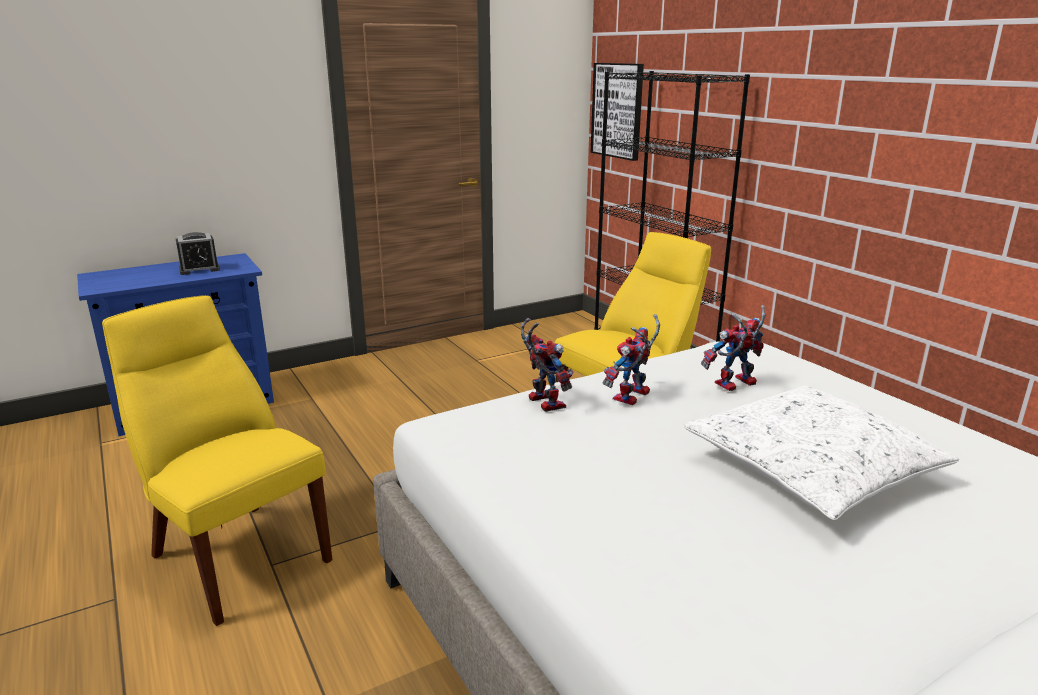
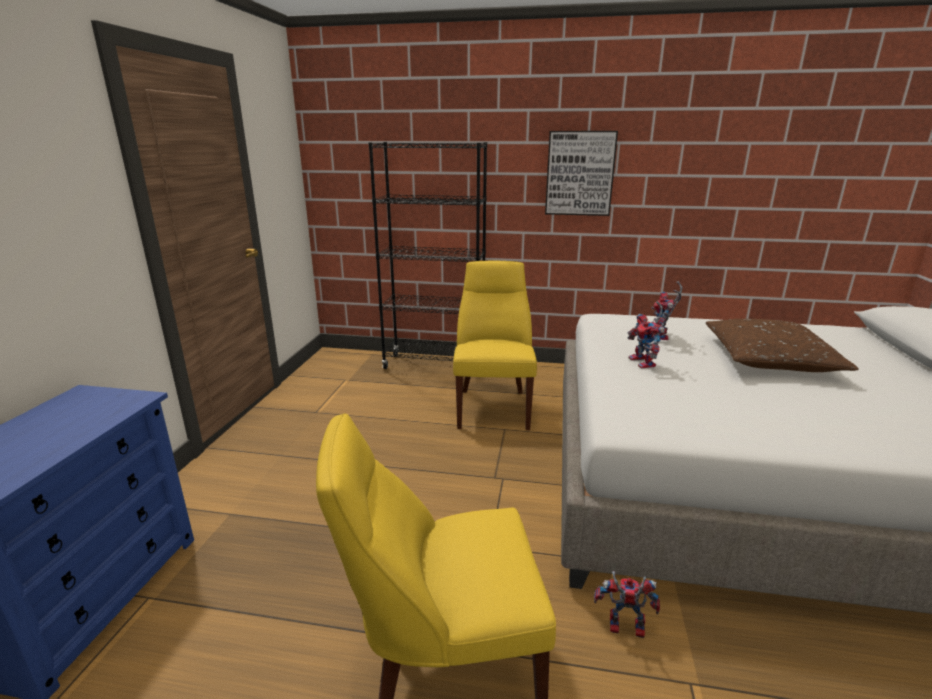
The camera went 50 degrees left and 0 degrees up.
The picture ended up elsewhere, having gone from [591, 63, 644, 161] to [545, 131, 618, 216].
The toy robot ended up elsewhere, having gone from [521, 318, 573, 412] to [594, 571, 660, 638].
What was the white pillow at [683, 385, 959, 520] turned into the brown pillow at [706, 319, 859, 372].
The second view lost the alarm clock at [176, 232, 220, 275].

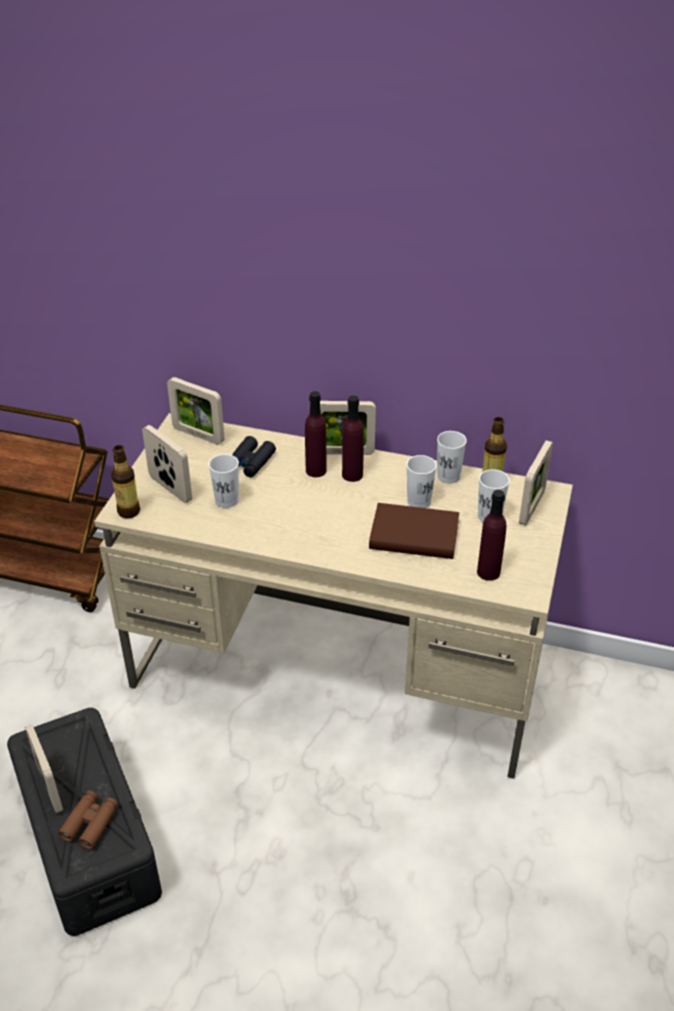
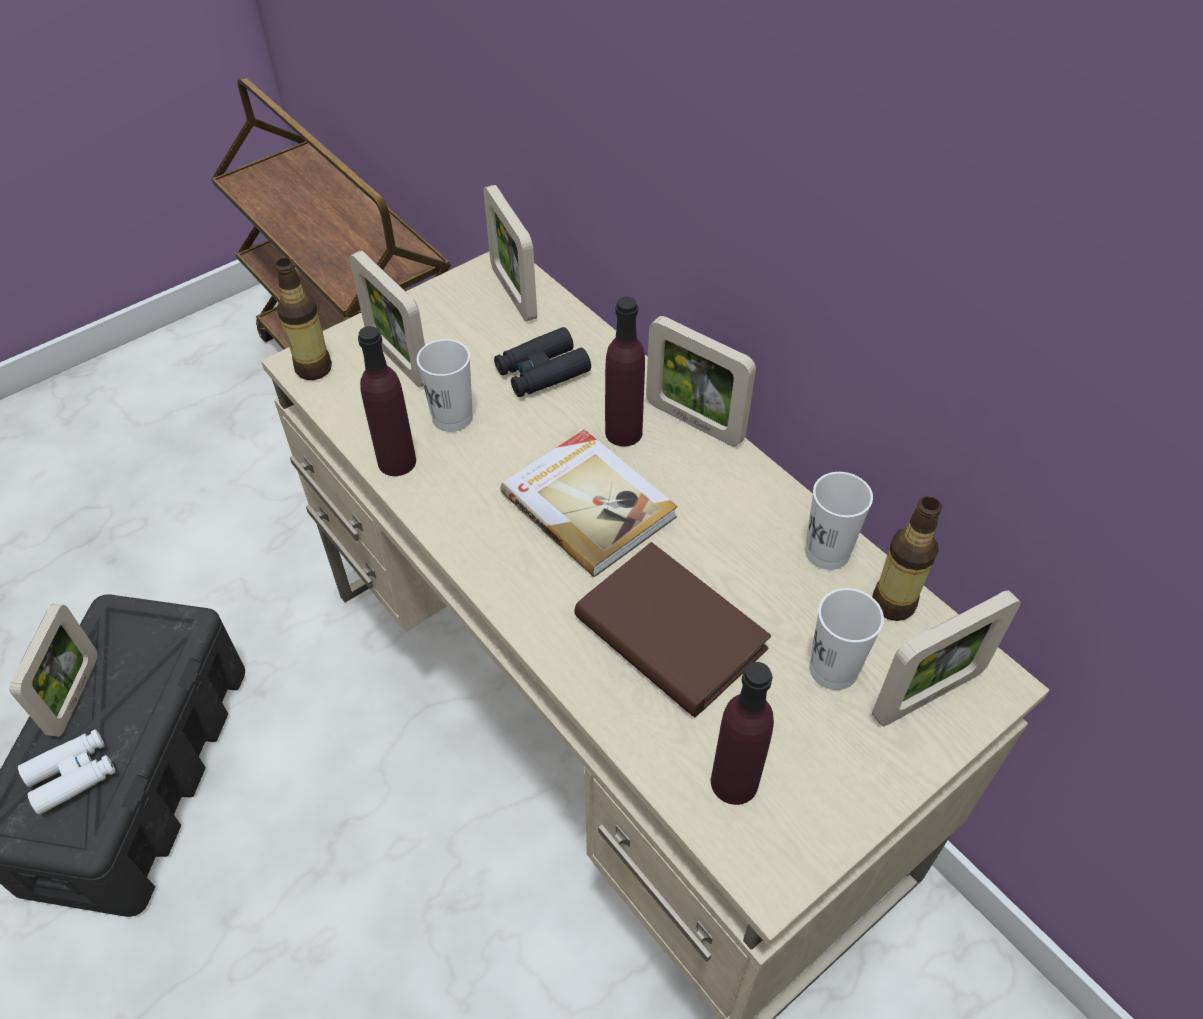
The camera went 35 degrees right and 10 degrees up.
What was the brown binoculars at [58, 790, 118, 849] turned into the white binoculars at [18, 729, 115, 815].
The picture frame at [142, 425, 192, 503] ended up facing another way, 150 degrees clockwise from before.
The purple bottle ended up elsewhere, having gone from [342, 395, 364, 482] to [358, 326, 416, 476].
The second view gained the book at [500, 429, 678, 577].
The second view lost the white cup at [407, 455, 437, 508].

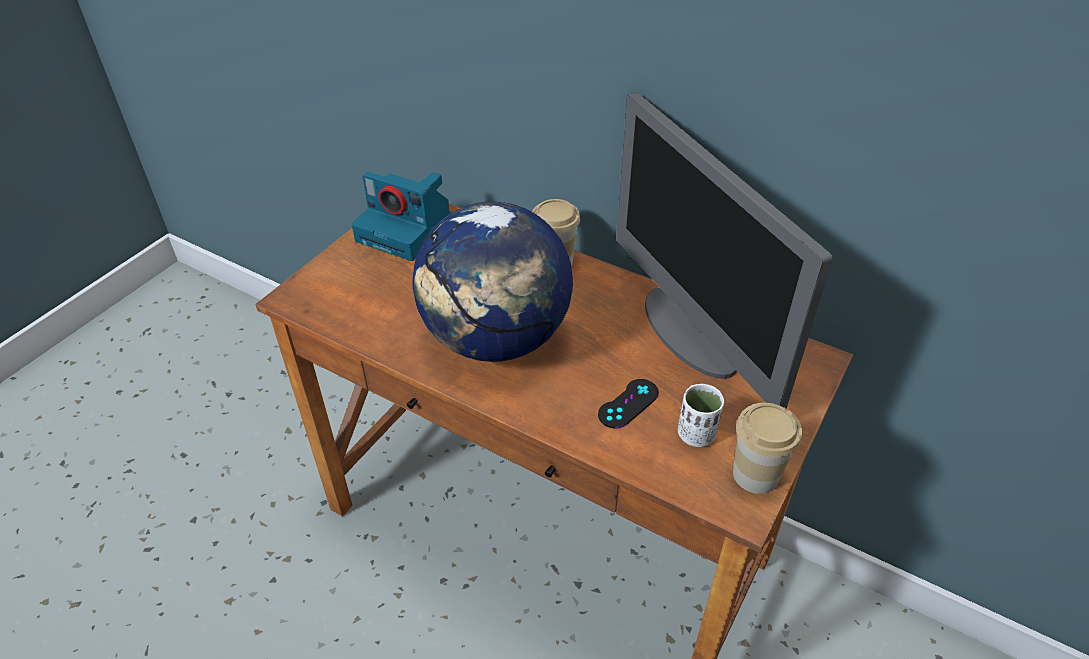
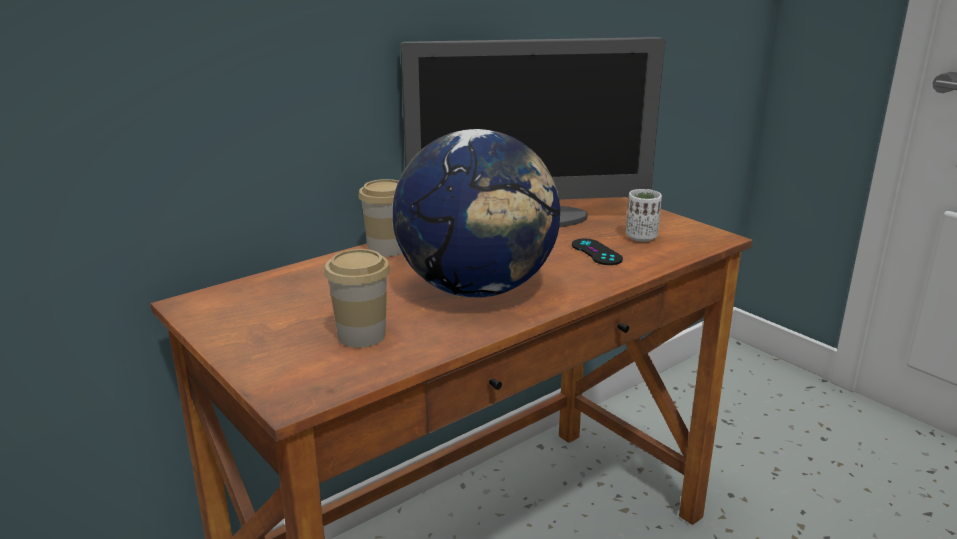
The camera went 70 degrees left and 20 degrees down.
The cup ended up elsewhere, having gone from [733, 403, 802, 494] to [324, 249, 390, 348].
The second view lost the photo camera at [352, 172, 452, 261].

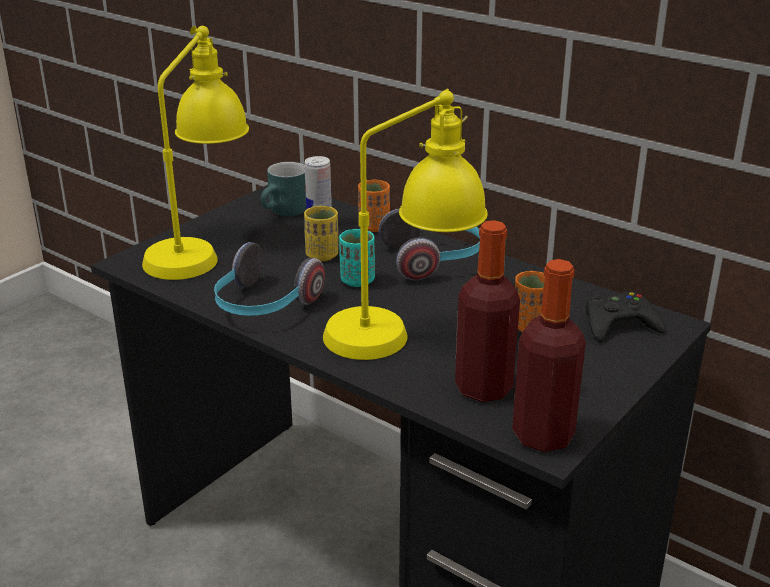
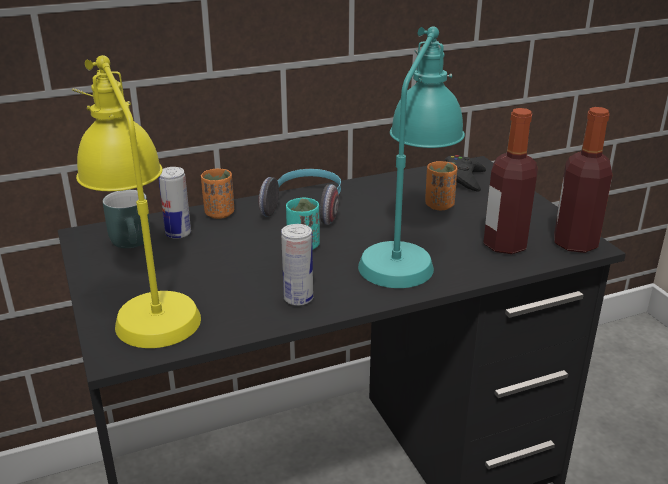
The camera went 60 degrees left and 0 degrees up.
Where the headphones stood at [214, 242, 325, 316], the can came to stand at [281, 224, 313, 306].
What was the yellow table lamp at [323, 88, 488, 360] turned into the turquoise table lamp at [358, 26, 465, 288].
The second view lost the yellow cup at [304, 206, 338, 261].

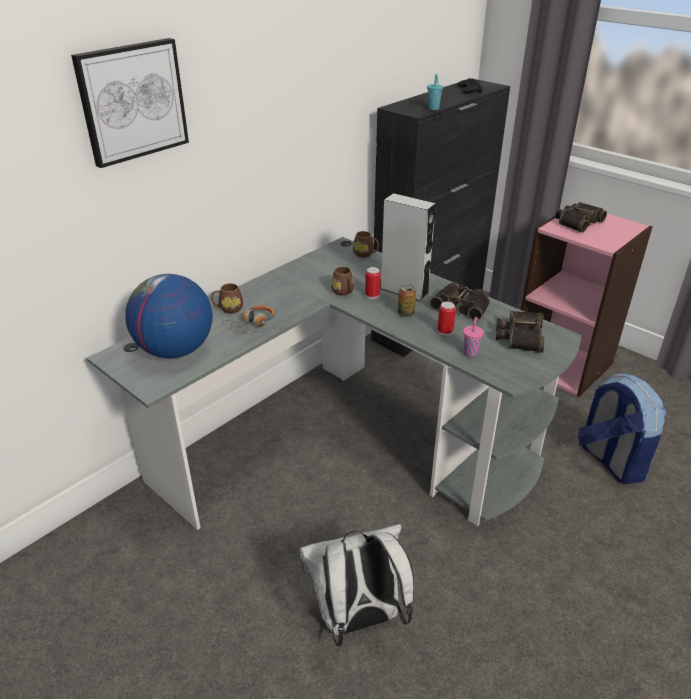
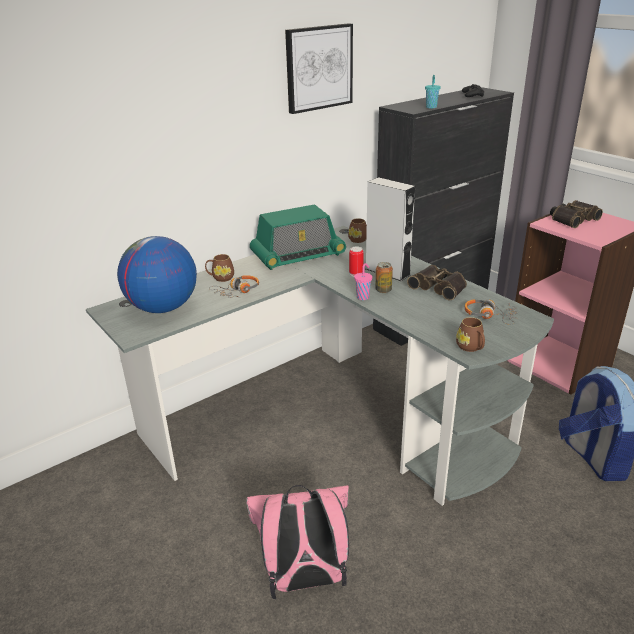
The camera went 10 degrees right and 5 degrees down.
What was the white backpack at [299, 524, 414, 646] turned into the pink backpack at [246, 485, 349, 599].
The second view gained the radio at [250, 204, 346, 270].
The picture ended up elsewhere, having gone from [71, 38, 189, 168] to [285, 23, 353, 114].
The pink cup ended up elsewhere, having gone from [463, 317, 484, 357] to [354, 263, 372, 300].
The brown mug ended up elsewhere, having gone from [331, 267, 354, 296] to [456, 317, 485, 352].
Where the binoculars stood at [496, 311, 545, 353], the headphones came to stand at [465, 299, 518, 324].
The second view lost the can at [437, 301, 456, 336].

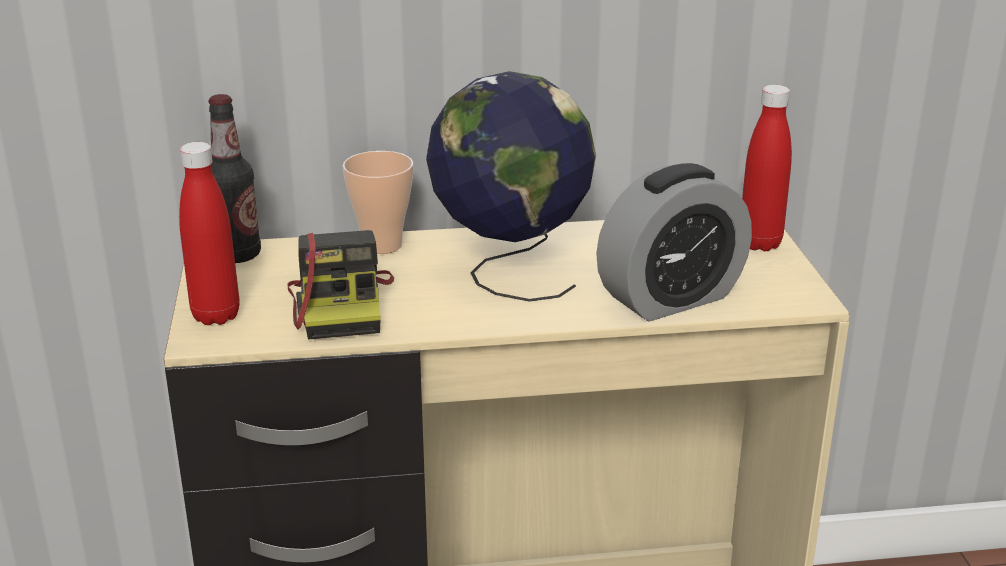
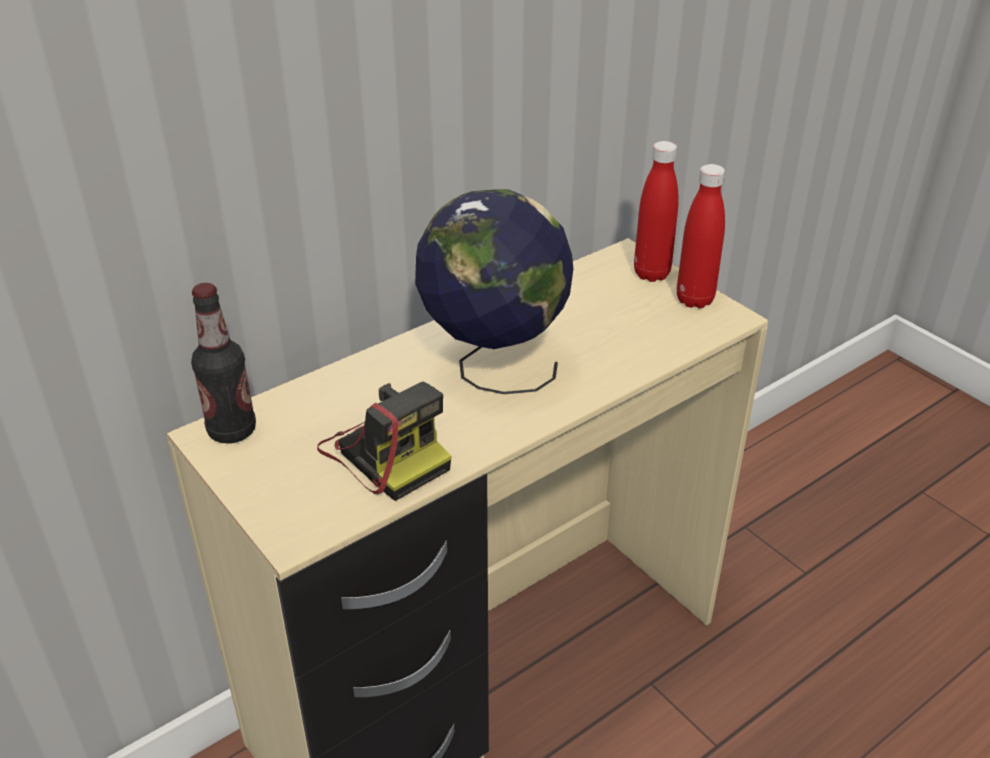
The camera went 30 degrees left and 10 degrees up.
The red bottle ended up elsewhere, having gone from [179, 142, 240, 325] to [677, 164, 725, 308].
The second view lost the cup at [342, 151, 414, 254].
The second view lost the alarm clock at [596, 163, 752, 321].

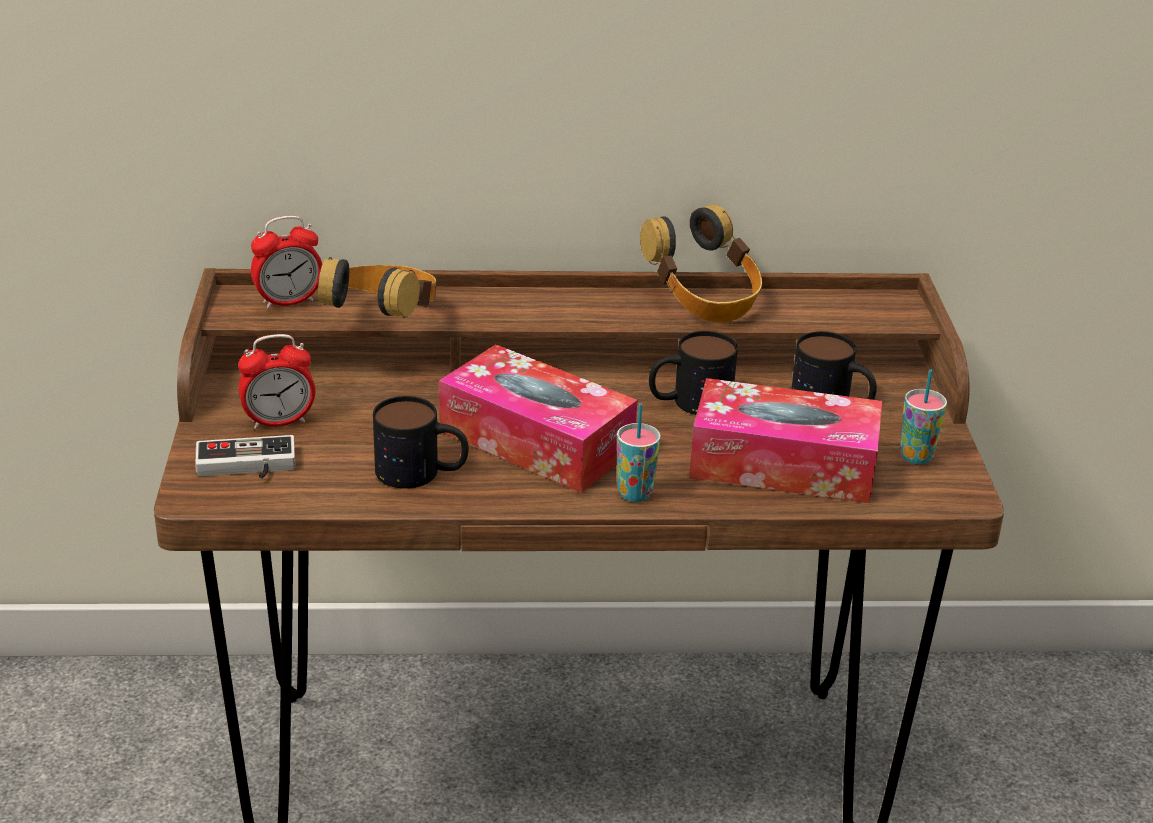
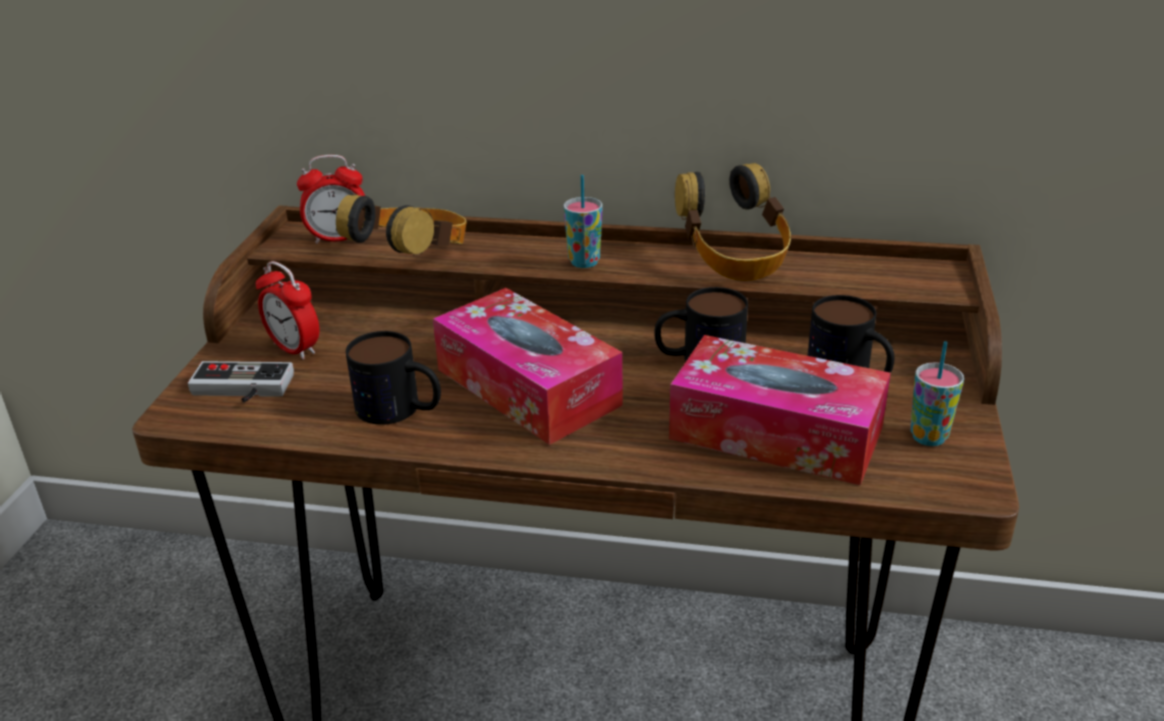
The camera went 15 degrees right and 0 degrees up.
The alarm clock at [238, 334, 315, 429] ended up facing another way, 45 degrees clockwise from before.
The cup ended up elsewhere, having gone from [617, 404, 661, 502] to [563, 175, 603, 268].

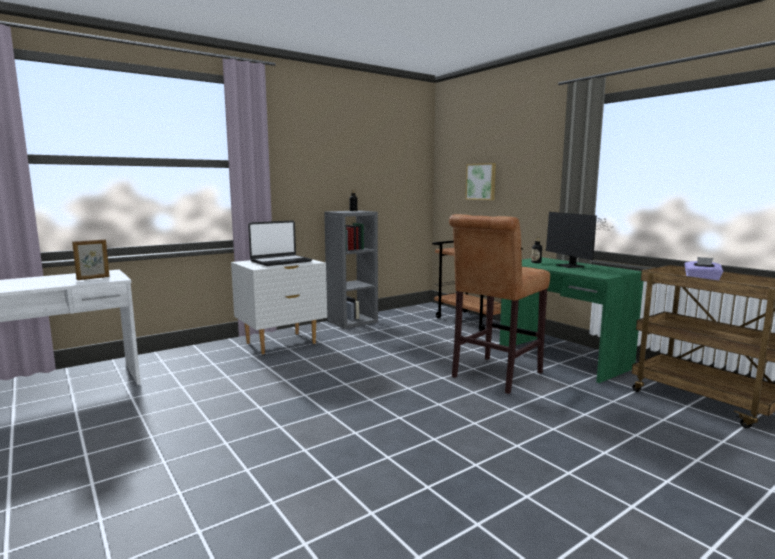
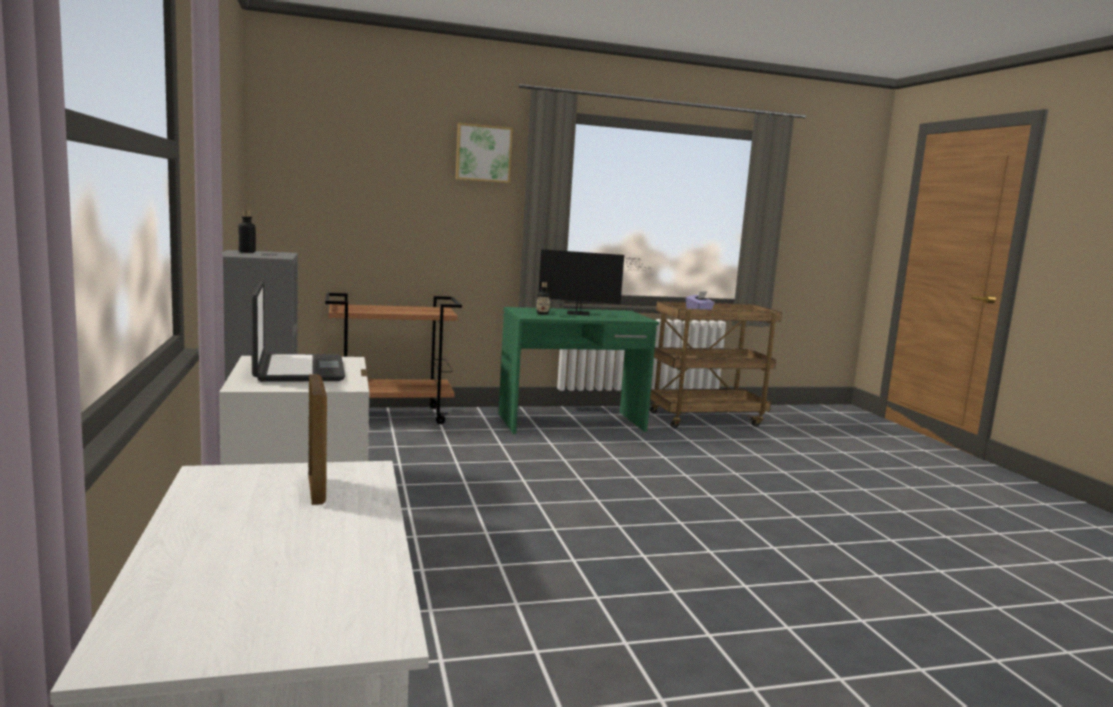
The camera went 70 degrees left and 0 degrees up.
The picture ended up elsewhere, having gone from [465, 163, 496, 200] to [456, 123, 513, 183].
The second view lost the brown stool at [449, 214, 550, 394].

